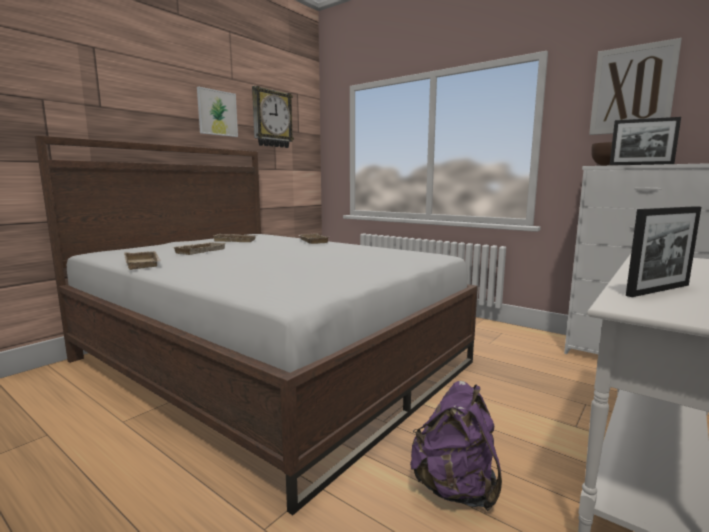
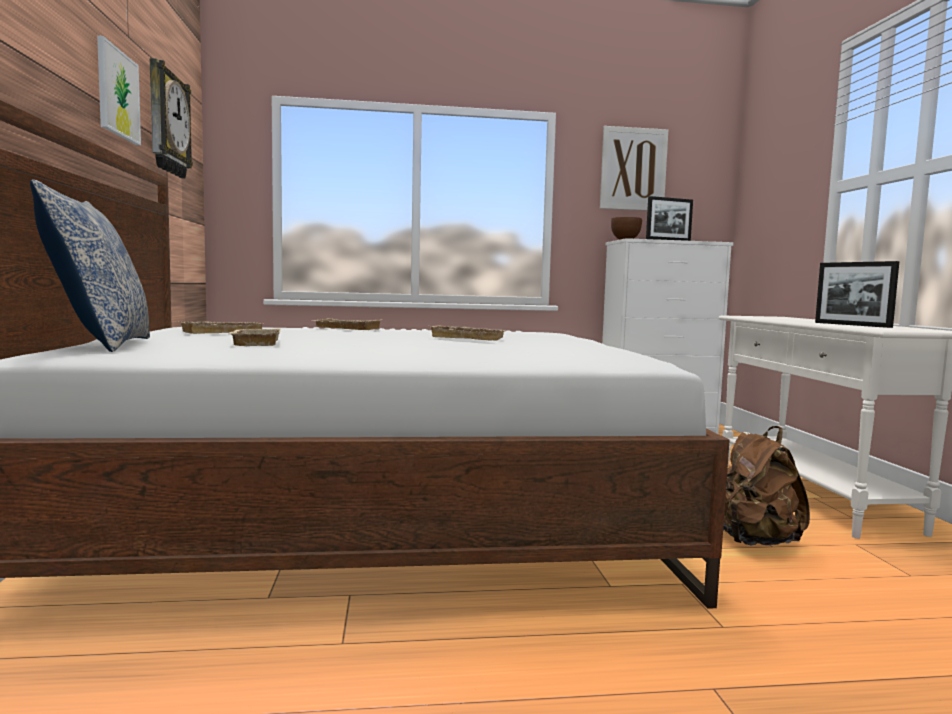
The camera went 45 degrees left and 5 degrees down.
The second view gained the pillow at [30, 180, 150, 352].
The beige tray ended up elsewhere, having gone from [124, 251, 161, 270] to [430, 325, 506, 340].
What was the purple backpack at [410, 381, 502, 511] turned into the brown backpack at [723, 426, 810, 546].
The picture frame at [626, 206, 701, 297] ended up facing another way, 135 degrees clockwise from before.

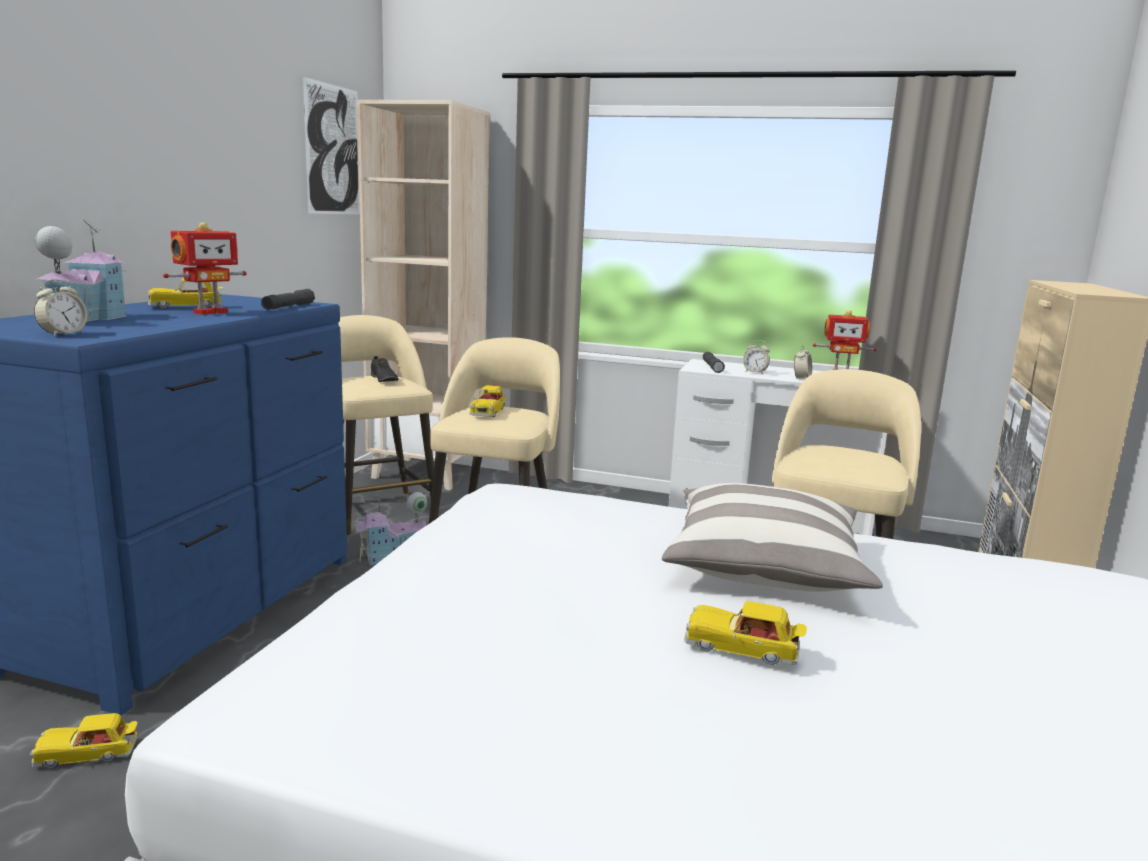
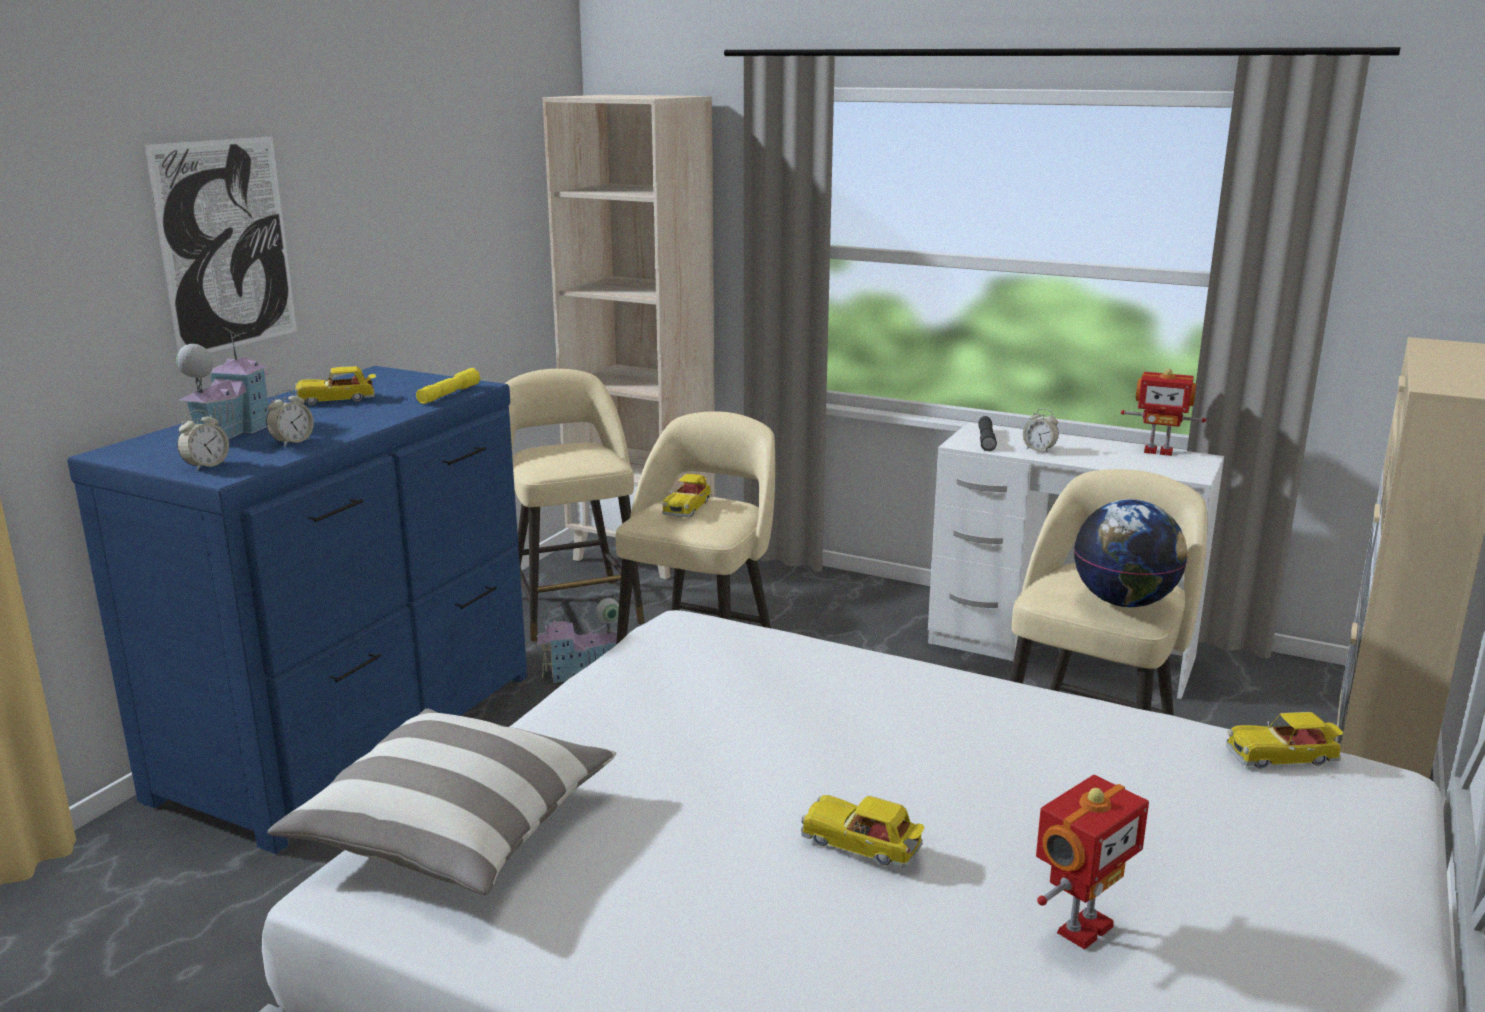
The camera went 10 degrees right and 5 degrees up.
The picture ended up elsewhere, having gone from [303, 77, 360, 214] to [144, 136, 297, 353].
The alarm clock ended up elsewhere, having gone from [794, 345, 812, 380] to [266, 389, 314, 447].
The pillow ended up elsewhere, having gone from [662, 483, 883, 592] to [267, 709, 616, 895].
What was the grey flashlight at [261, 289, 315, 310] turned into the yellow flashlight at [416, 368, 481, 404].
The toy robot ended up elsewhere, having gone from [163, 222, 247, 315] to [1036, 775, 1149, 950].
The second view gained the globe at [1074, 499, 1187, 607].
The toy car ended up elsewhere, having gone from [30, 713, 138, 768] to [1226, 712, 1343, 768].
The second view lost the black shoe at [371, 356, 399, 382].

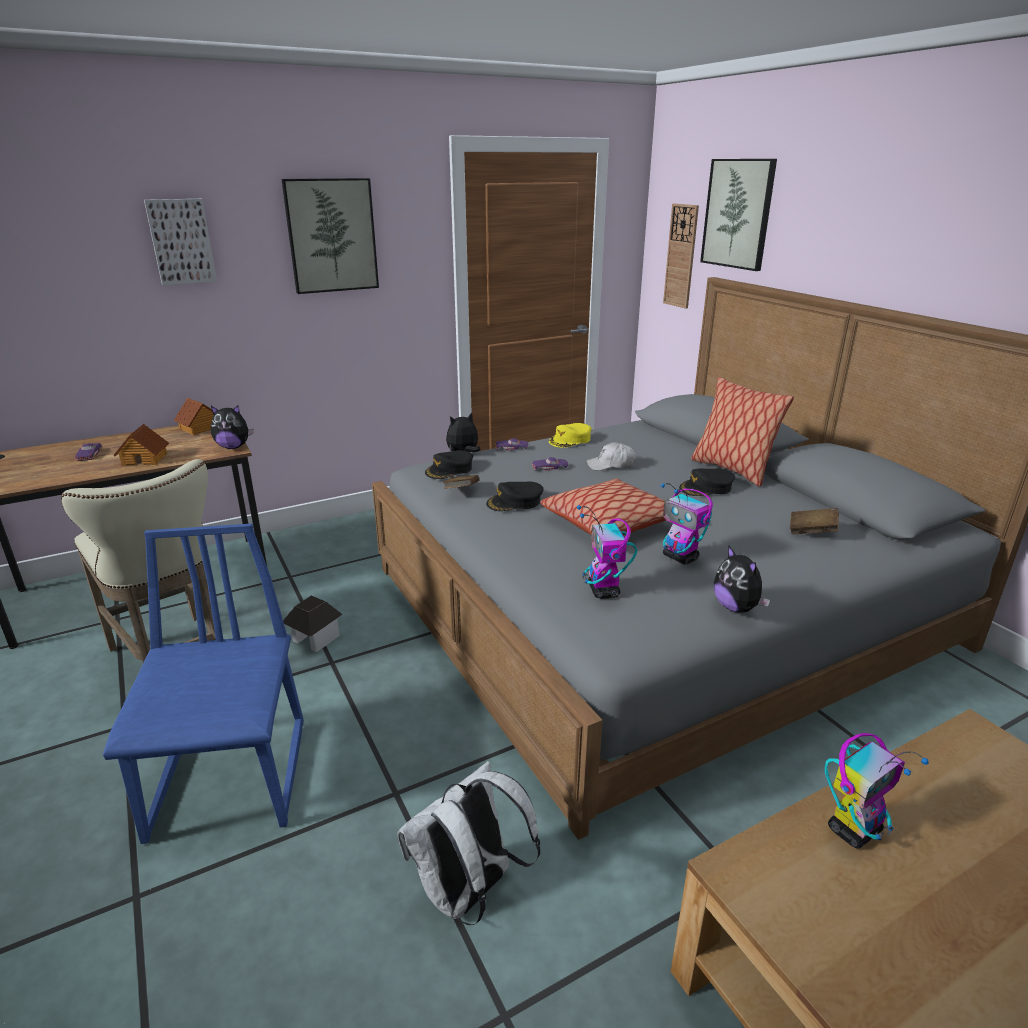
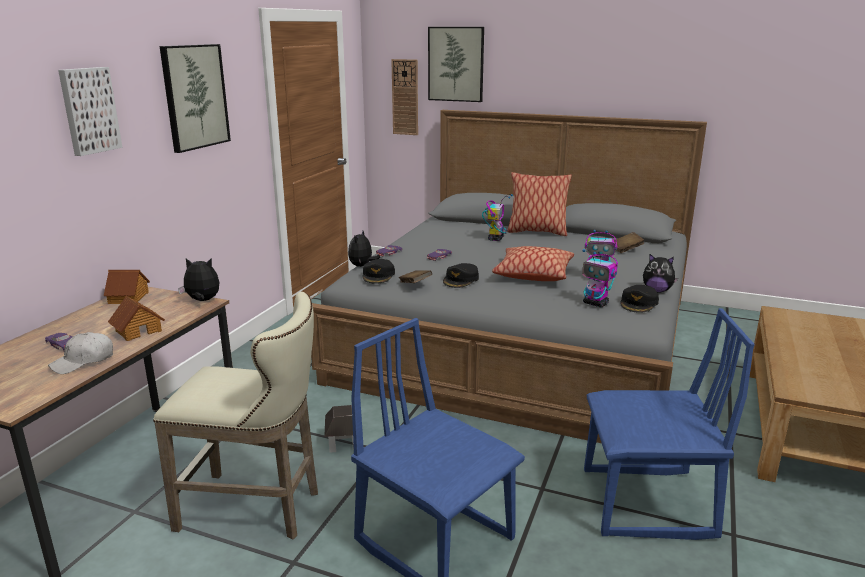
The camera went 40 degrees left and 5 degrees down.
The white cap ended up elsewhere, having gone from [586, 442, 636, 471] to [48, 332, 113, 374].
The plush toy at [211, 405, 254, 449] ended up facing another way, 135 degrees counterclockwise from before.
The toy robot ended up elsewhere, having gone from [825, 733, 929, 848] to [482, 194, 513, 241].
Where the white backpack stood at [397, 761, 540, 925], the blue chair came to stand at [584, 308, 755, 540].
The black cap ended up elsewhere, having gone from [679, 469, 735, 496] to [620, 285, 659, 313].
The second view lost the yellow cap at [549, 423, 591, 448].

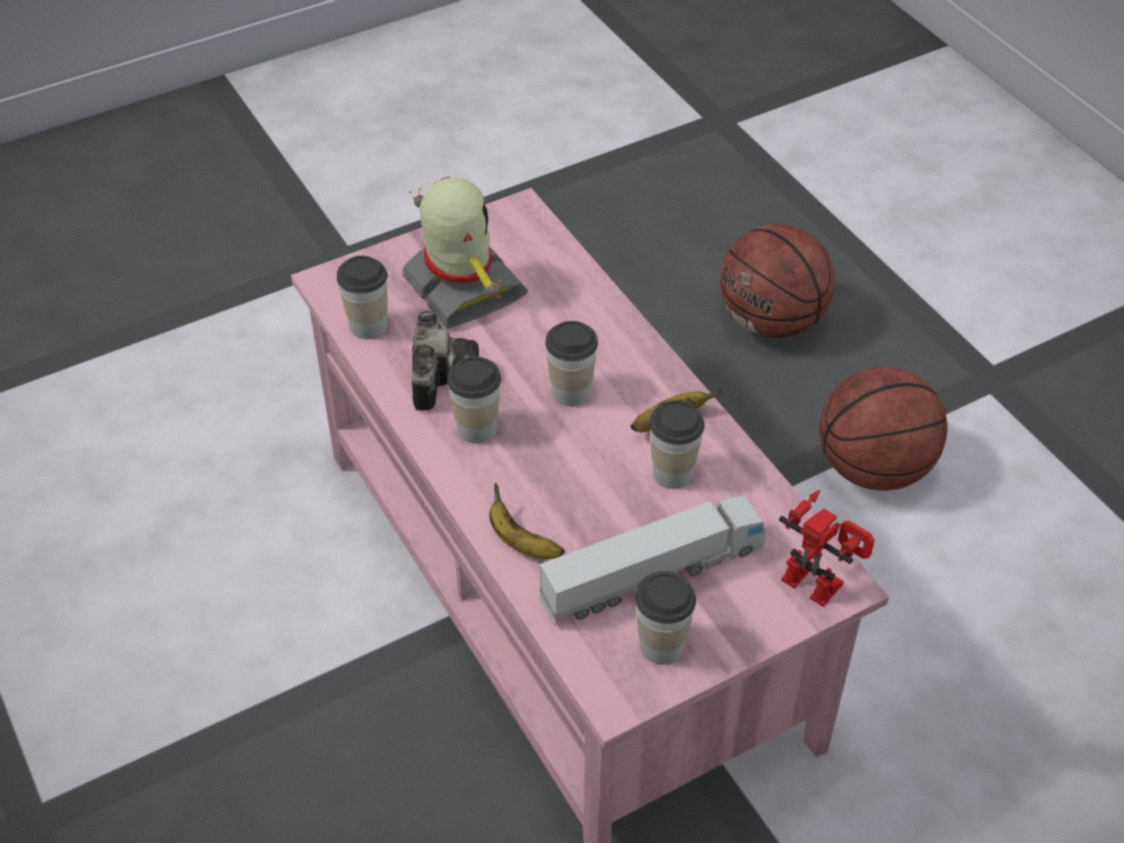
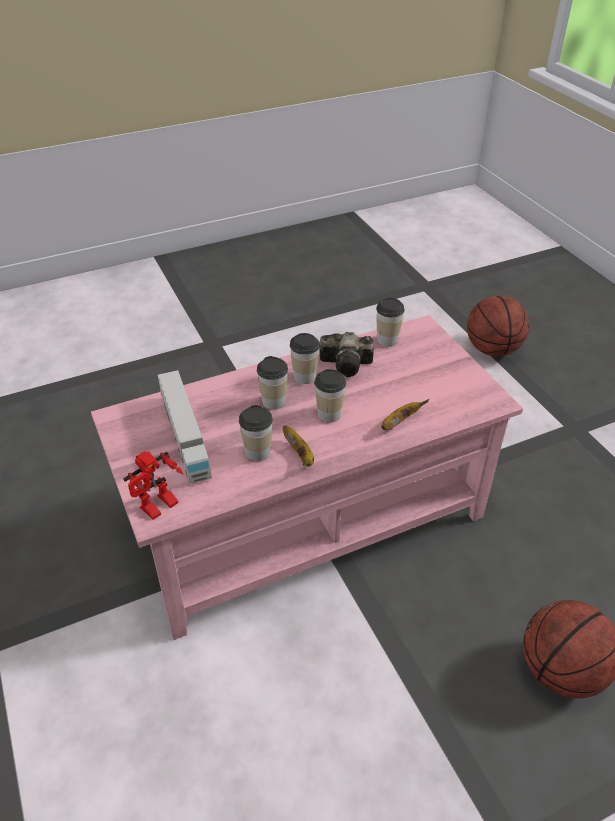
The camera went 95 degrees right and 5 degrees down.
The cup ended up elsewhere, having gone from [635, 571, 696, 665] to [257, 356, 288, 409].
The banana ended up elsewhere, having gone from [489, 483, 565, 559] to [381, 399, 429, 430].
The basketball ended up elsewhere, having gone from [819, 367, 947, 491] to [467, 296, 529, 356].
The second view lost the toy robot at [402, 177, 528, 329].

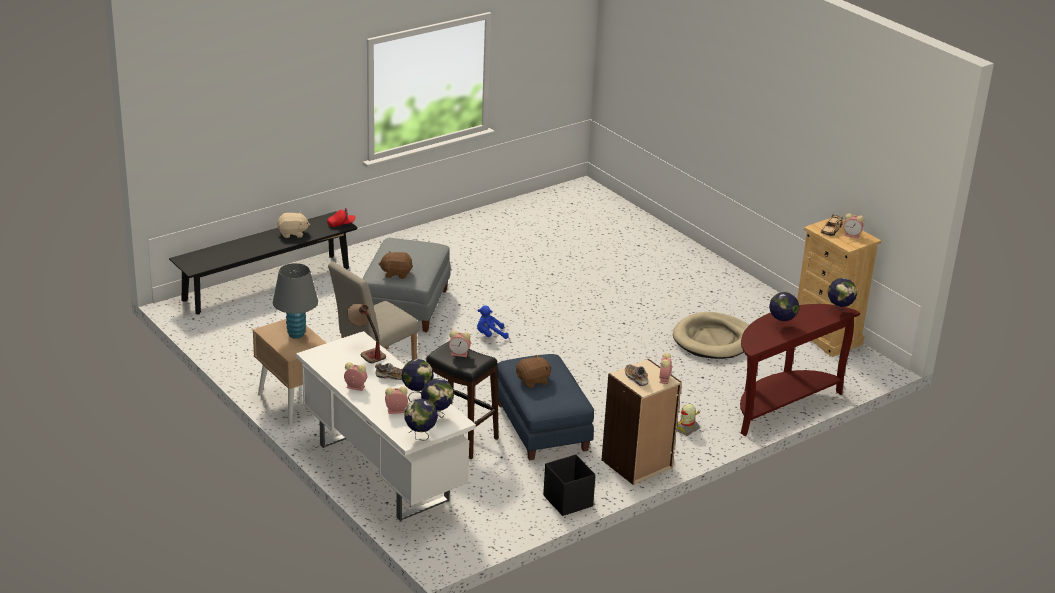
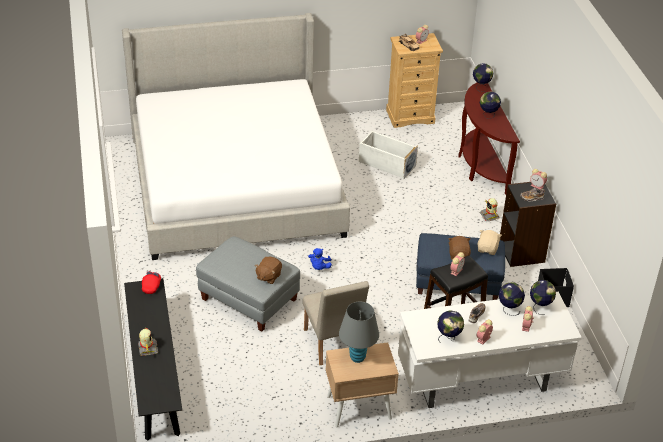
The camera went 65 degrees left and 10 degrees up.
The second view gained the bed at [122, 13, 350, 260].
The second view gained the toy robot at [138, 328, 158, 356].
Where the beige dog bed stood at [673, 312, 749, 359], the white storage box came to stand at [359, 131, 418, 179].
The globe ended up elsewhere, having gone from [404, 399, 438, 441] to [437, 310, 464, 342].
The beige plush toy ended up elsewhere, having gone from [277, 211, 310, 238] to [478, 230, 502, 255].
What was the beige bookcase at [602, 359, 682, 485] turned into the black bookcase at [500, 182, 556, 267].
The second view lost the table lamp at [347, 304, 386, 363].

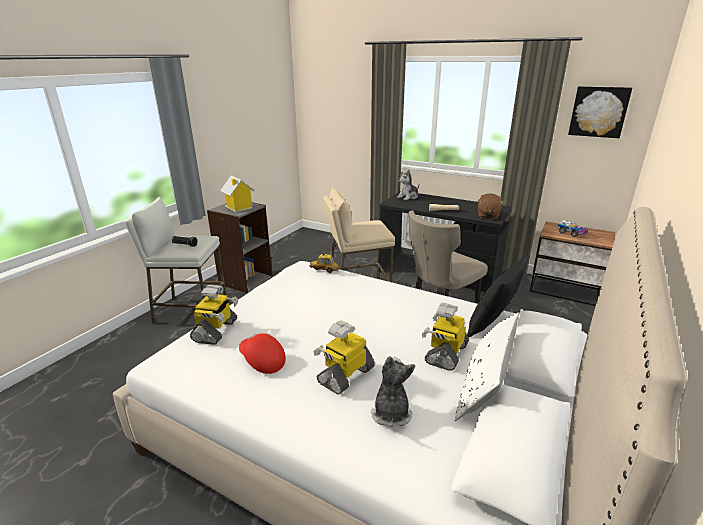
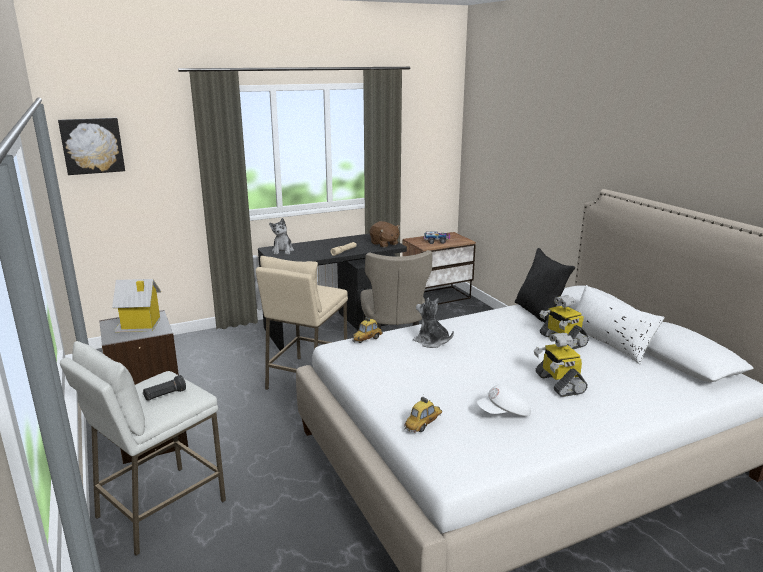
The camera went 55 degrees left and 5 degrees down.
The picture ended up elsewhere, having gone from [568, 86, 632, 138] to [58, 118, 125, 175].
Where the toy robot stood at [190, 285, 238, 345], the toy car came to stand at [404, 397, 442, 432].
The plush toy ended up elsewhere, having gone from [371, 356, 415, 427] to [413, 297, 454, 348].
What was the red cap at [239, 333, 286, 374] turned into the white cap at [477, 384, 531, 416].

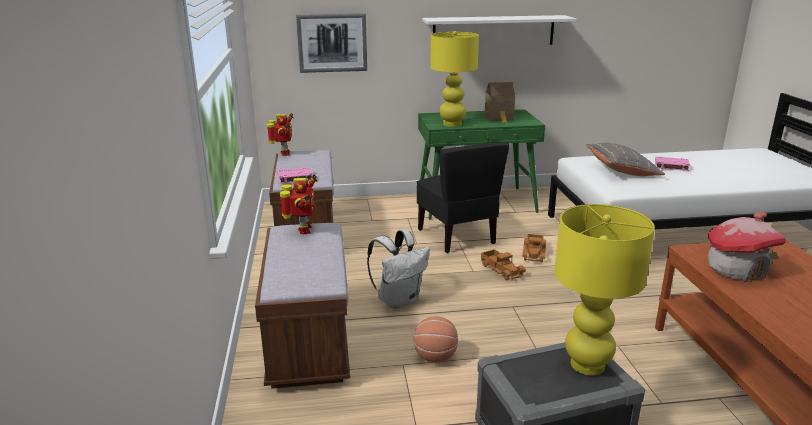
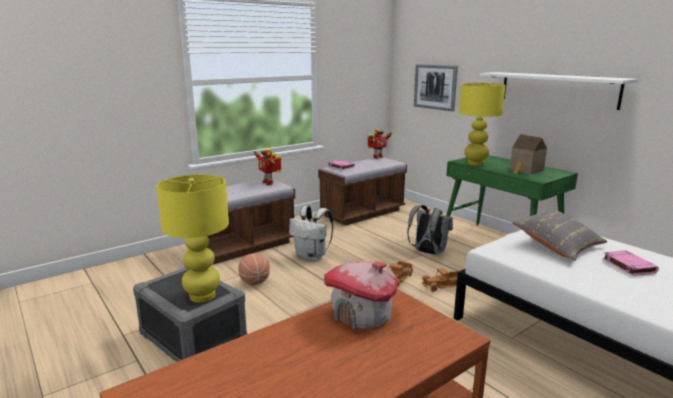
The camera went 60 degrees right and 5 degrees down.
The toy robot at [280, 174, 318, 234] ended up facing another way, 90 degrees clockwise from before.
Where the black chair stood at [417, 142, 509, 253], the grey backpack came to stand at [407, 205, 453, 255].

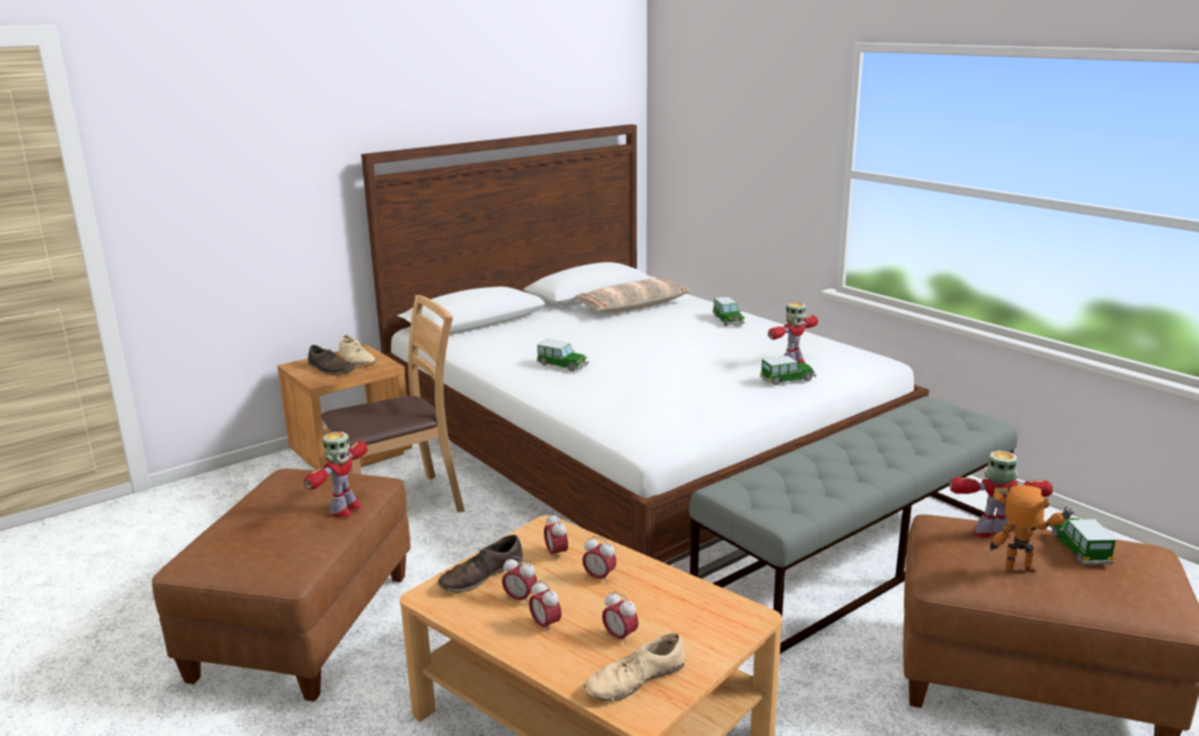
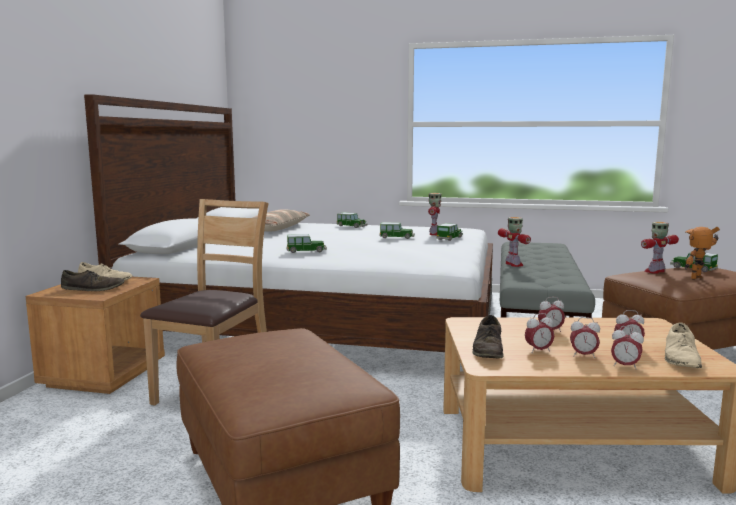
The camera went 40 degrees left and 10 degrees down.
The second view gained the toy car at [379, 222, 415, 239].
The toy robot ended up elsewhere, having gone from [304, 432, 368, 517] to [498, 217, 531, 267].
The alarm clock ended up elsewhere, having gone from [544, 513, 568, 561] to [611, 326, 644, 370].

